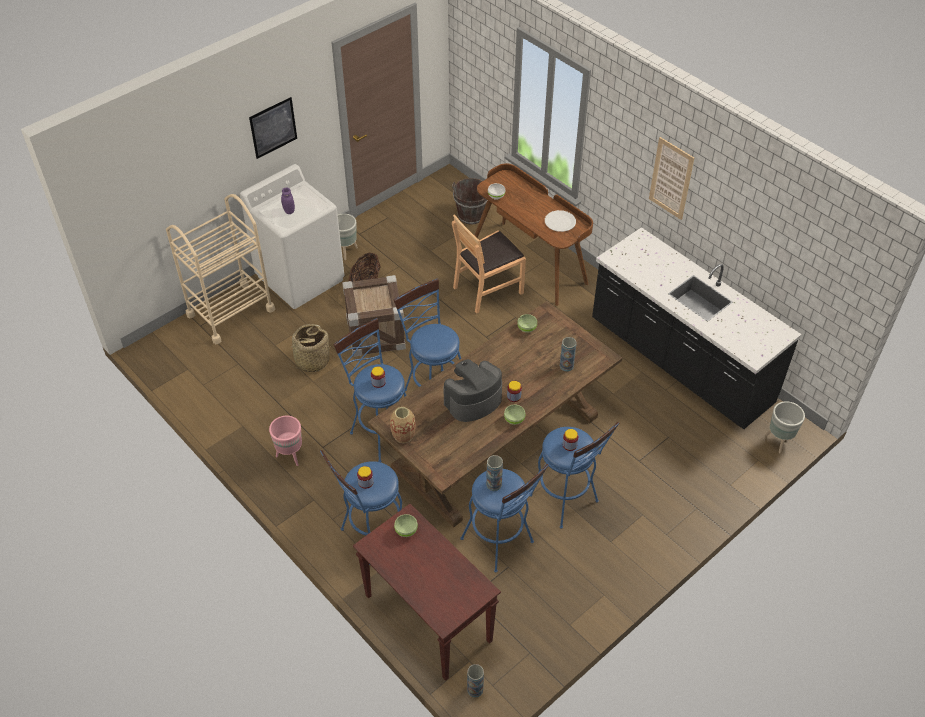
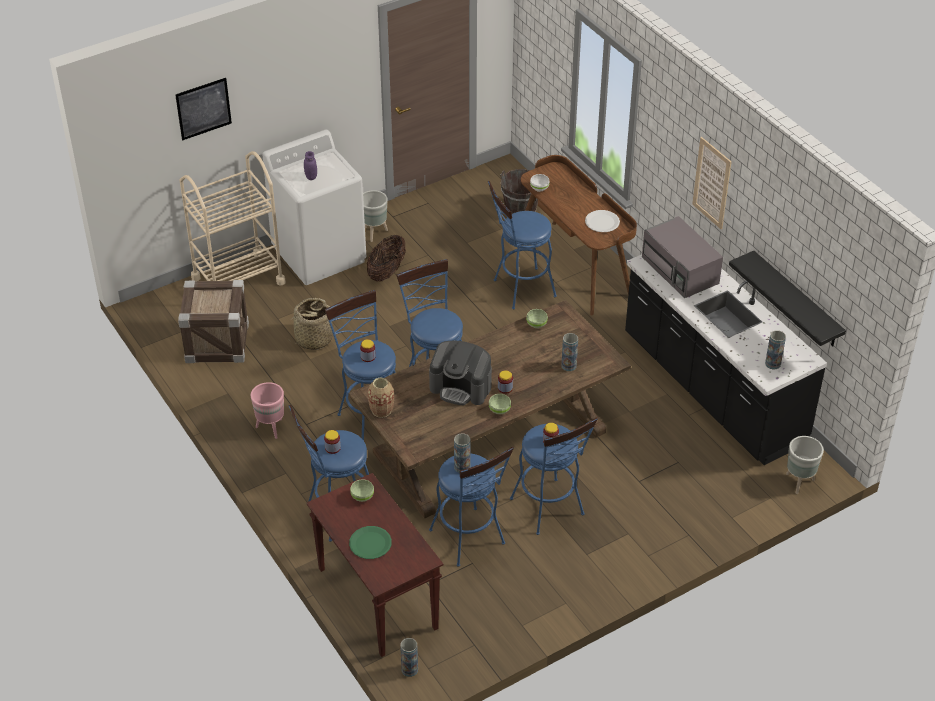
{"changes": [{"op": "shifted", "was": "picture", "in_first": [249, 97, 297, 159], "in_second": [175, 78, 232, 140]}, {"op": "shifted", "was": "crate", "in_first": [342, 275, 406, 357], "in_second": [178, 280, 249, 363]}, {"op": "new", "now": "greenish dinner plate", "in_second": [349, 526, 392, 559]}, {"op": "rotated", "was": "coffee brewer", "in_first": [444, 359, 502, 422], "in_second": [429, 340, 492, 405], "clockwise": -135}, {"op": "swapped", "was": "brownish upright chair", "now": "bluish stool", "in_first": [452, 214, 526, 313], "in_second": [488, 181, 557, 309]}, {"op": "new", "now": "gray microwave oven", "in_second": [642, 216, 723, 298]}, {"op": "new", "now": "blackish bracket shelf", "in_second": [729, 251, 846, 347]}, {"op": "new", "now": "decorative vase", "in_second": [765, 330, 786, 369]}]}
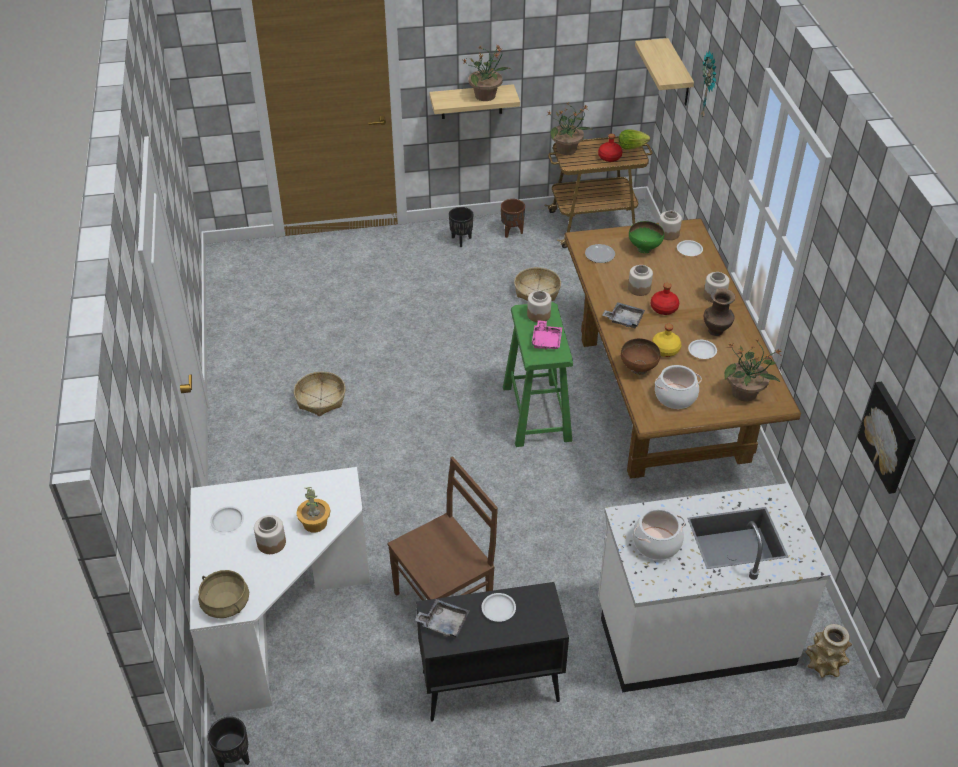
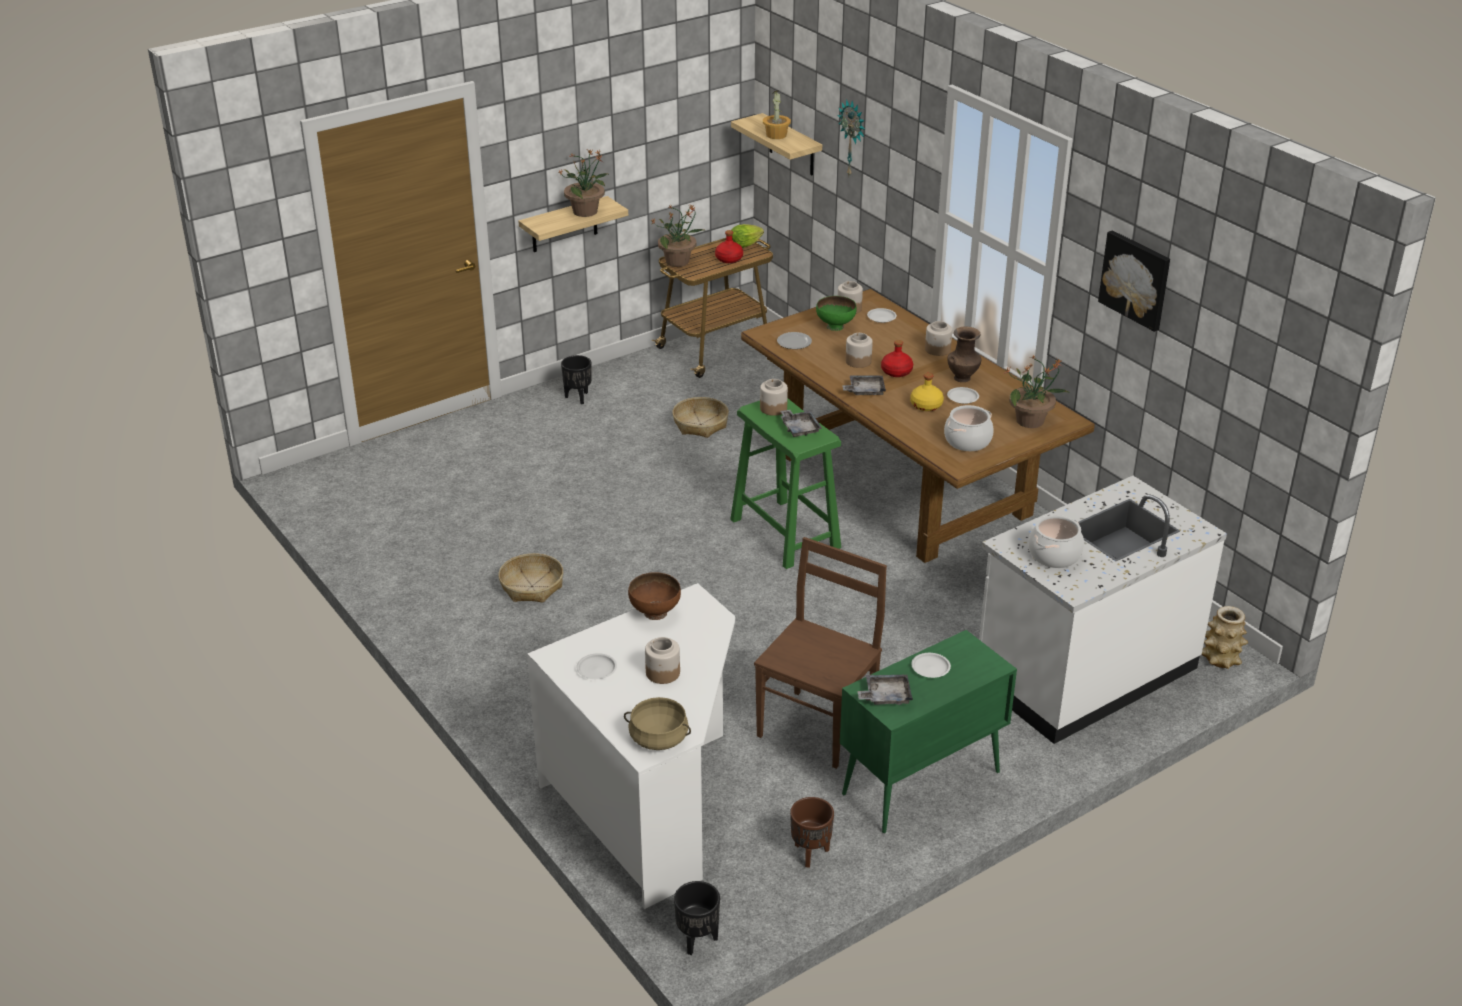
{"changes": [{"op": "shifted", "was": "brownish serving bowl", "in_first": [621, 338, 660, 375], "in_second": [628, 572, 681, 620]}, {"op": "shifted", "was": "plant in a pot", "in_first": [296, 487, 330, 533], "in_second": [763, 90, 791, 139]}, {"op": "repainted", "was": "pinkish carrying tray", "now": "gray carrying tray", "in_first": [532, 320, 562, 350], "in_second": [780, 410, 822, 437]}, {"op": "shifted", "was": "brownish flower pot", "in_first": [501, 199, 525, 238], "in_second": [790, 797, 834, 868]}, {"op": "repainted", "was": "blackish cupboard", "now": "greenish cupboard", "in_first": [416, 582, 569, 722], "in_second": [840, 630, 1017, 833]}, {"op": "shifted", "was": "picture", "in_first": [857, 382, 916, 494], "in_second": [1098, 230, 1170, 332]}]}
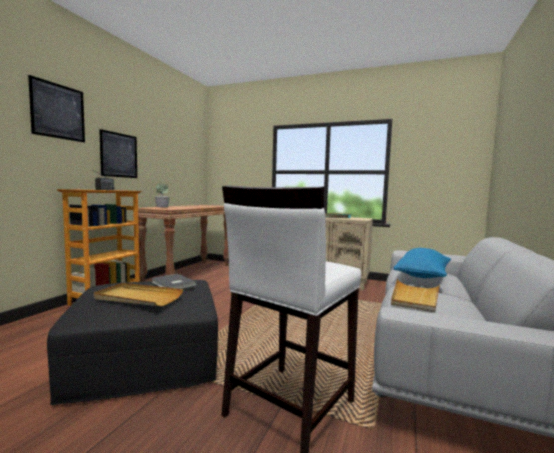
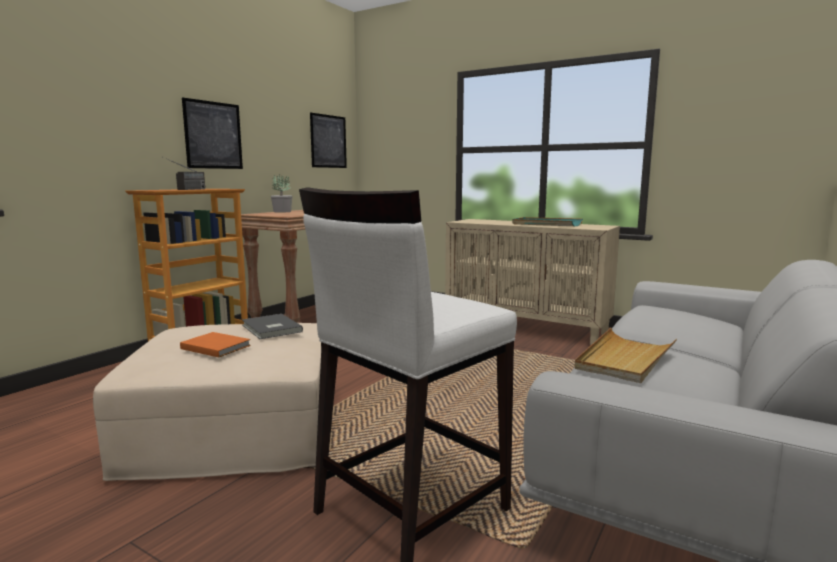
{"changes": [{"op": "repainted", "was": "blackish ottoman", "now": "beige ottoman", "in_first": [47, 280, 218, 405], "in_second": [93, 323, 321, 481]}, {"op": "swapped", "was": "beige carrying tray", "now": "orangey book", "in_first": [94, 283, 183, 306], "in_second": [180, 332, 251, 357]}, {"op": "shifted", "was": "picture", "in_first": [28, 75, 85, 142], "in_second": [310, 113, 347, 168]}, {"op": "gone", "was": "bluish cushion", "in_first": [393, 248, 451, 278]}]}
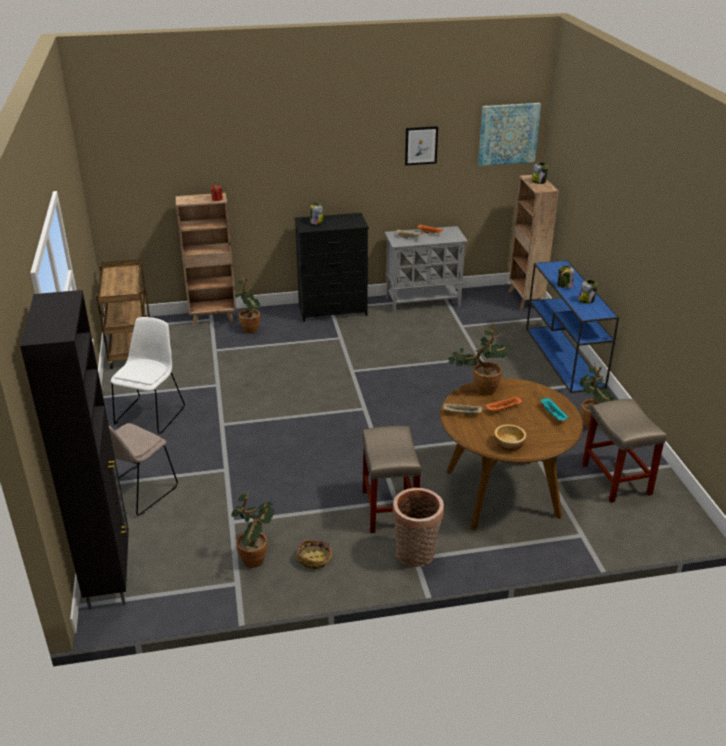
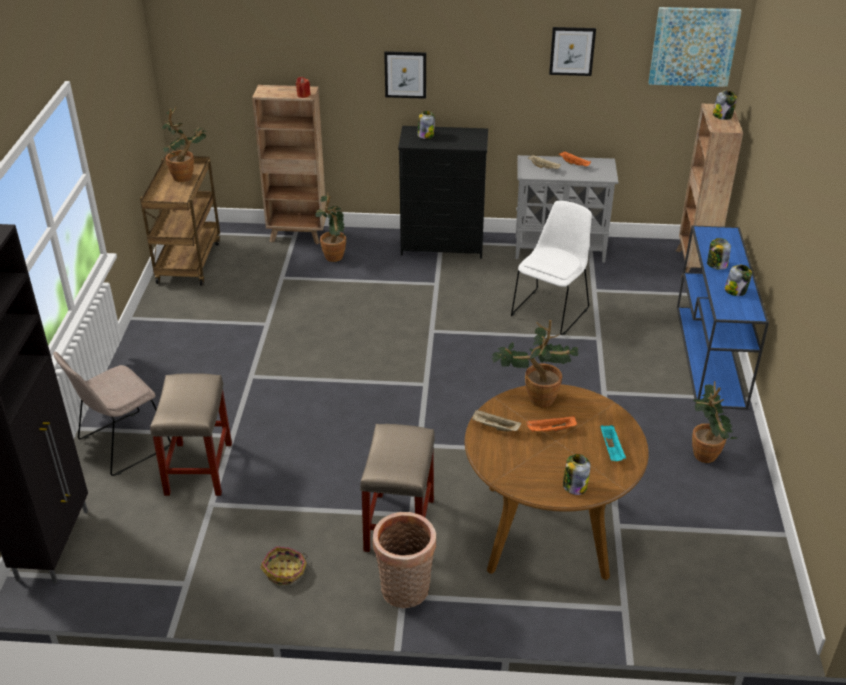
{"changes": [{"op": "shifted", "was": "beige stool", "in_first": [582, 399, 666, 503], "in_second": [150, 373, 232, 496]}, {"op": "shifted", "was": "plant in a pot", "in_first": [231, 491, 275, 568], "in_second": [162, 106, 206, 182]}, {"op": "new", "now": "picture", "in_second": [384, 51, 426, 99]}, {"op": "shifted", "was": "white upright chair", "in_first": [111, 317, 185, 434], "in_second": [511, 201, 592, 335]}, {"op": "new", "now": "storage jar", "in_second": [563, 454, 591, 495]}, {"op": "gone", "was": "serving bowl", "in_first": [494, 424, 527, 451]}]}
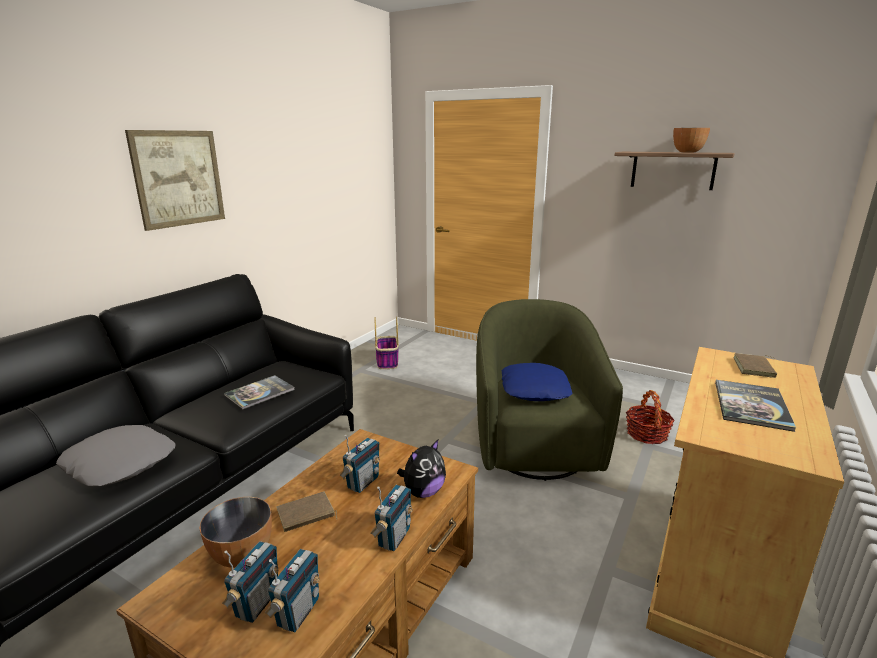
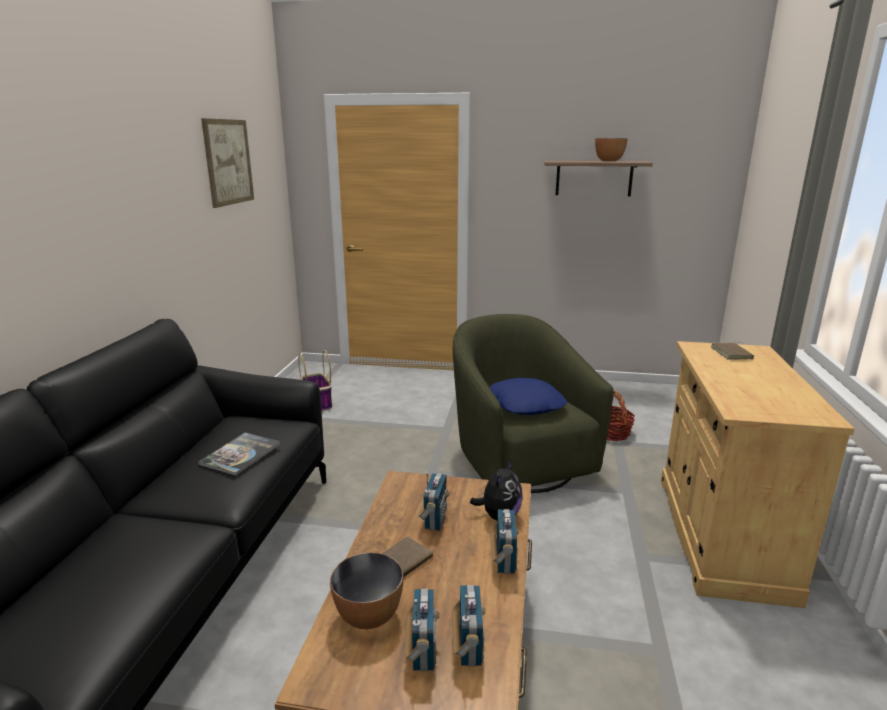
{"changes": [{"op": "shifted", "was": "picture", "in_first": [125, 130, 225, 231], "in_second": [201, 118, 254, 208]}, {"op": "gone", "was": "gray cushion", "in_first": [56, 425, 175, 486]}, {"op": "gone", "was": "book", "in_first": [715, 380, 796, 432]}]}
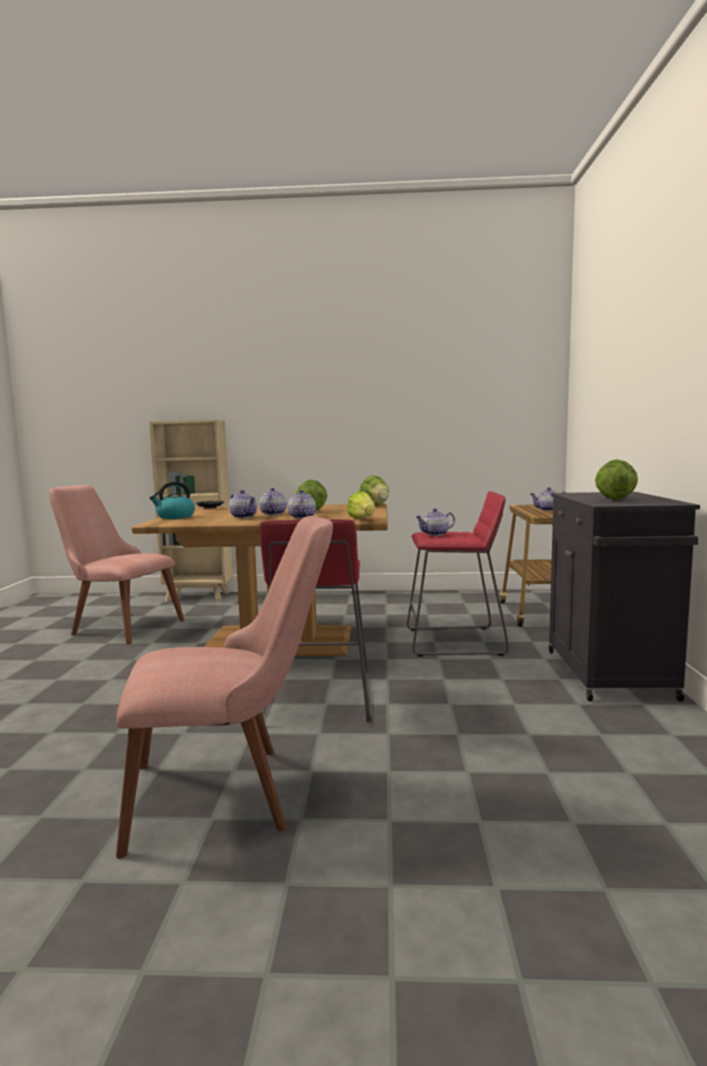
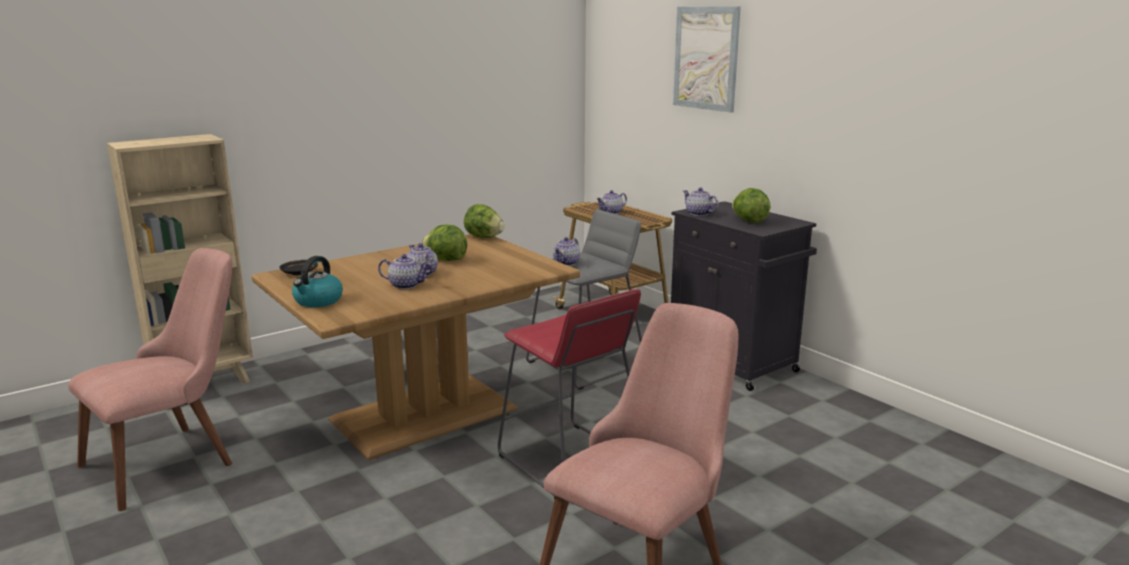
{"changes": [{"op": "rotated", "was": "pinkish upright chair", "in_first": [49, 485, 185, 645], "in_second": [68, 248, 232, 511], "clockwise": 150}, {"op": "repainted", "was": "reddish stool", "now": "gray stool", "in_first": [407, 491, 509, 657], "in_second": [526, 209, 642, 390]}, {"op": "new", "now": "picture", "in_second": [673, 6, 741, 113]}, {"op": "shifted", "was": "tea pot", "in_first": [287, 490, 316, 519], "in_second": [683, 187, 718, 216]}, {"op": "gone", "was": "head of lettuce", "in_first": [347, 491, 375, 519]}]}
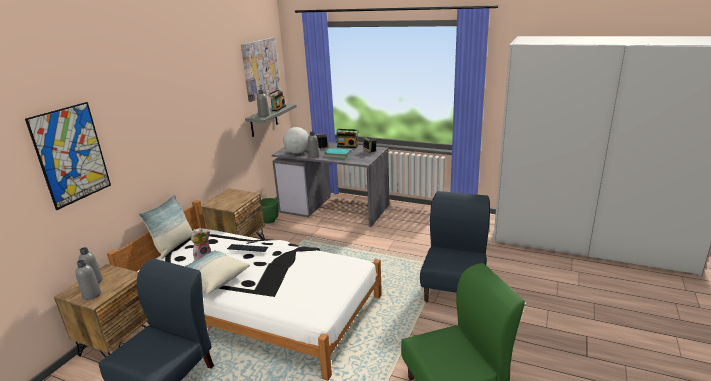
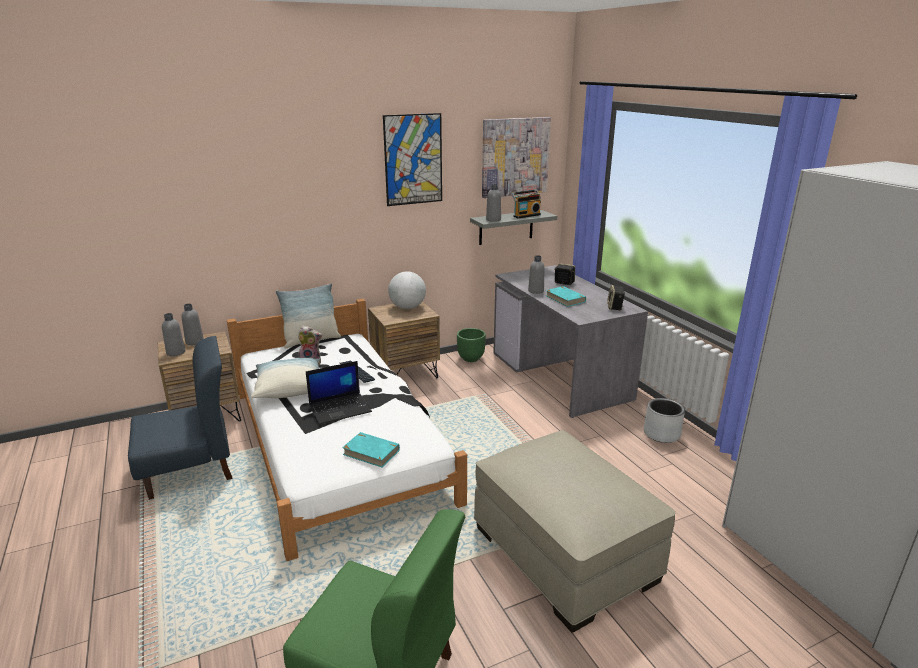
{"changes": [{"op": "new", "now": "portable computer", "in_second": [306, 361, 372, 425]}, {"op": "new", "now": "blue-green book", "in_second": [342, 432, 400, 468]}, {"op": "shifted", "was": "picture", "in_first": [25, 102, 111, 210], "in_second": [383, 113, 442, 206]}, {"op": "shifted", "was": "globe", "in_first": [283, 127, 309, 154], "in_second": [388, 271, 426, 309]}, {"op": "swapped", "was": "bluish upright chair", "now": "beige ottoman", "in_first": [420, 191, 490, 303], "in_second": [474, 430, 675, 633]}, {"op": "new", "now": "gray flower pot", "in_second": [644, 398, 685, 443]}, {"op": "gone", "was": "radio receiver", "in_first": [336, 129, 358, 148]}]}
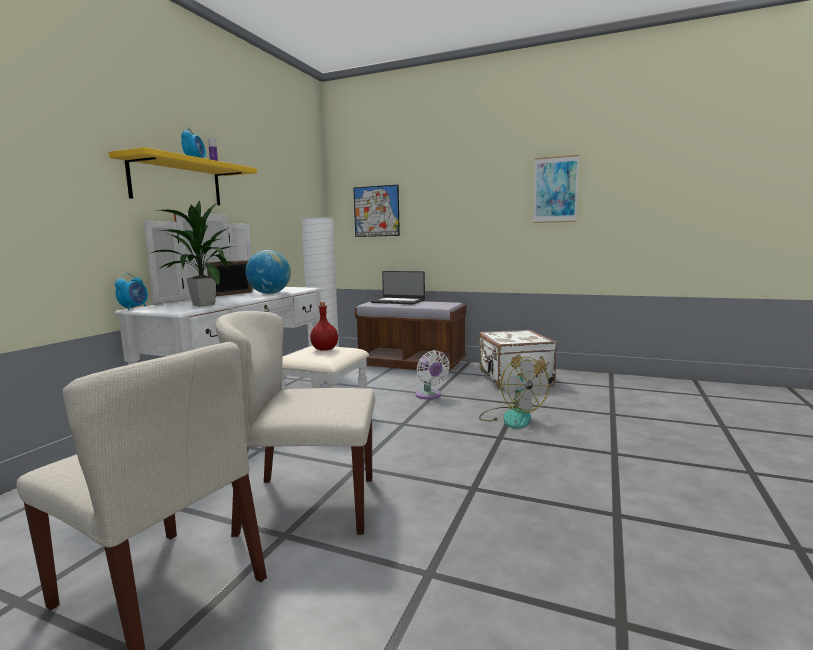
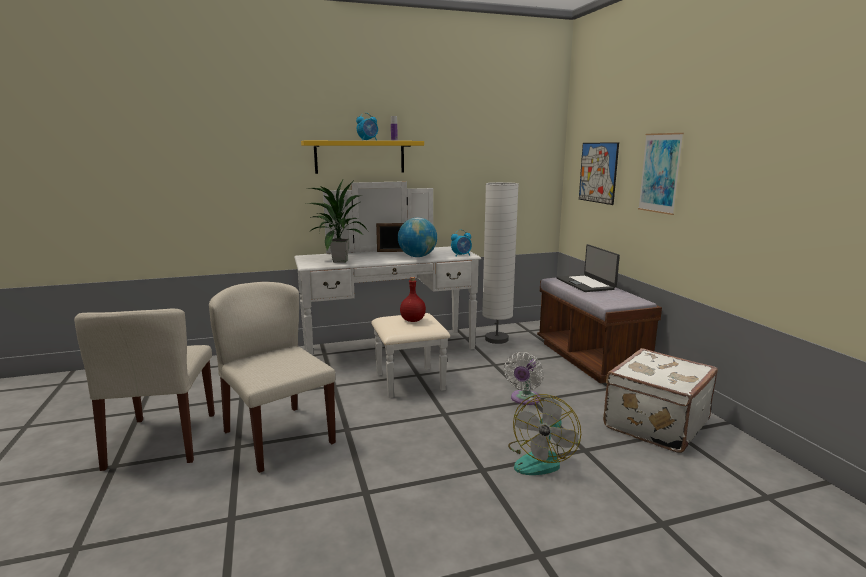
{"changes": [{"op": "shifted", "was": "alarm clock", "in_first": [115, 273, 148, 310], "in_second": [451, 229, 472, 257]}, {"op": "shifted", "was": "picture", "in_first": [533, 155, 579, 223], "in_second": [638, 133, 684, 215]}]}
